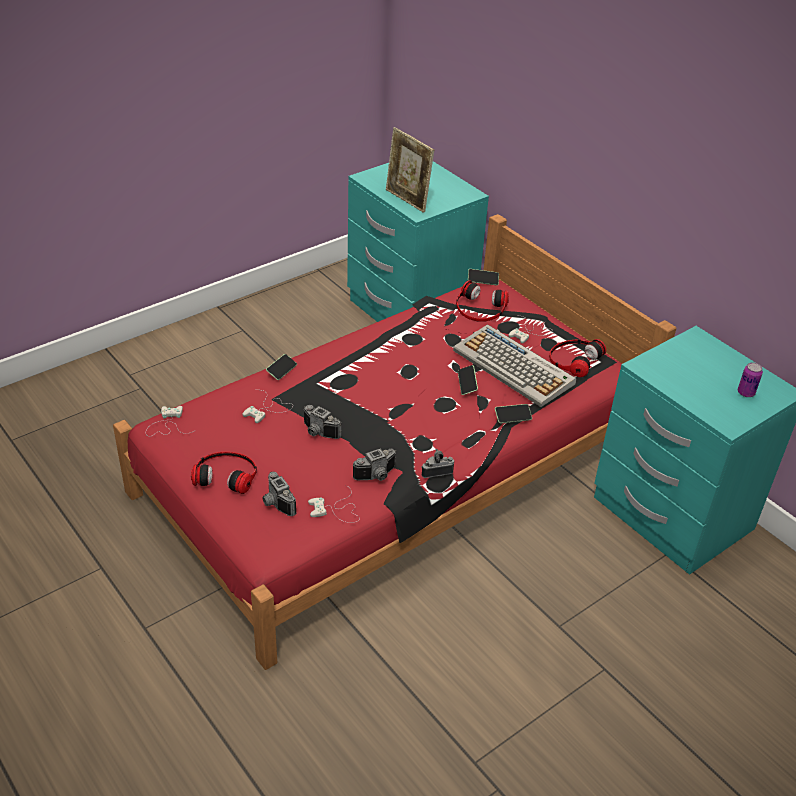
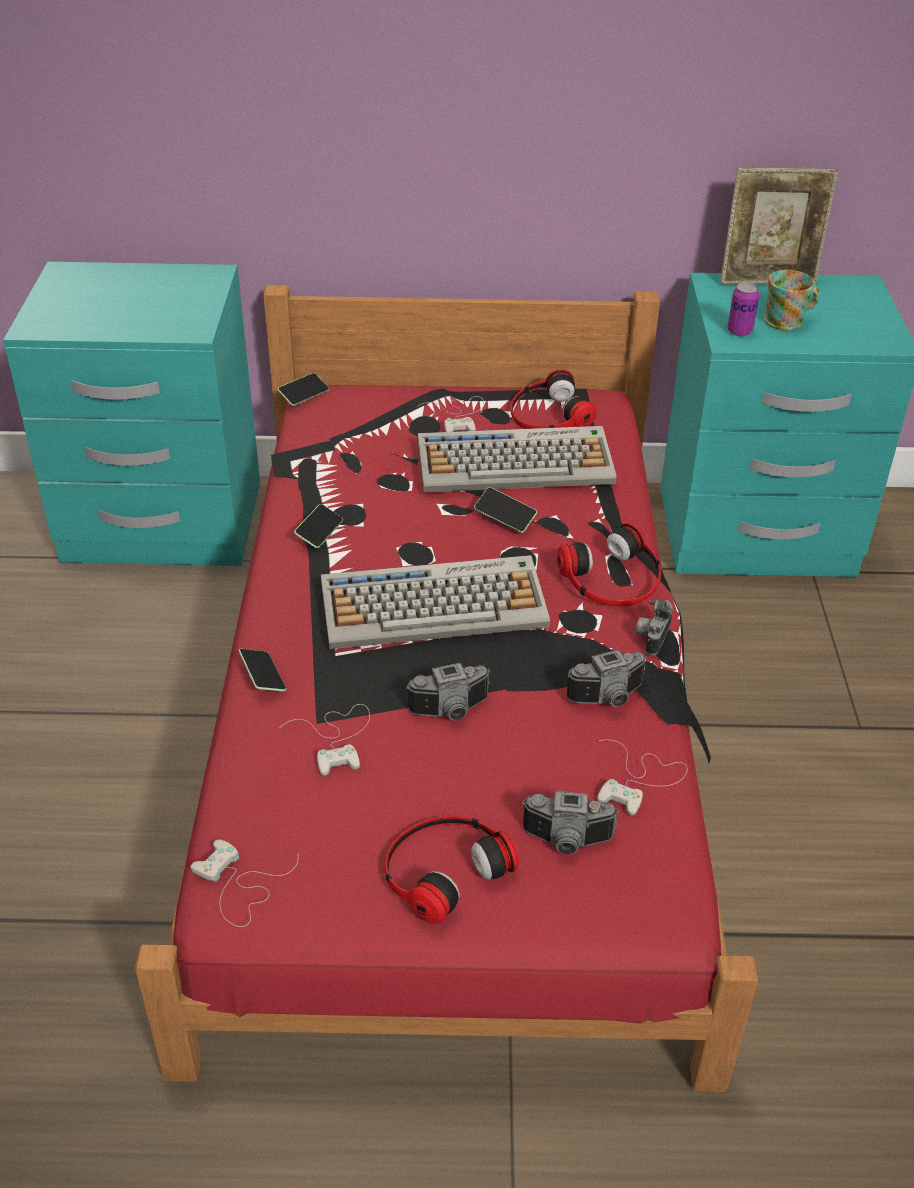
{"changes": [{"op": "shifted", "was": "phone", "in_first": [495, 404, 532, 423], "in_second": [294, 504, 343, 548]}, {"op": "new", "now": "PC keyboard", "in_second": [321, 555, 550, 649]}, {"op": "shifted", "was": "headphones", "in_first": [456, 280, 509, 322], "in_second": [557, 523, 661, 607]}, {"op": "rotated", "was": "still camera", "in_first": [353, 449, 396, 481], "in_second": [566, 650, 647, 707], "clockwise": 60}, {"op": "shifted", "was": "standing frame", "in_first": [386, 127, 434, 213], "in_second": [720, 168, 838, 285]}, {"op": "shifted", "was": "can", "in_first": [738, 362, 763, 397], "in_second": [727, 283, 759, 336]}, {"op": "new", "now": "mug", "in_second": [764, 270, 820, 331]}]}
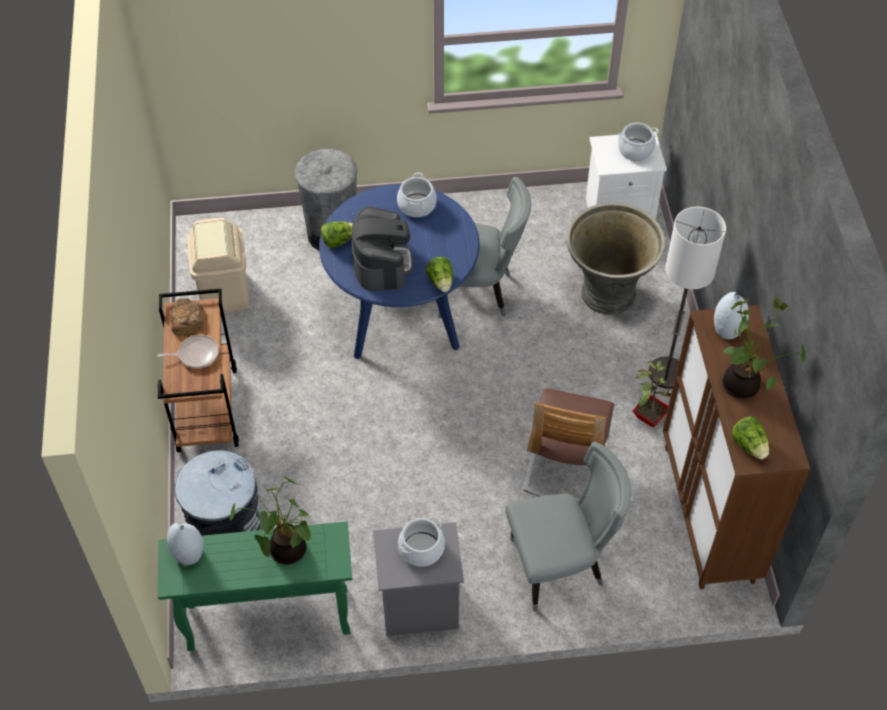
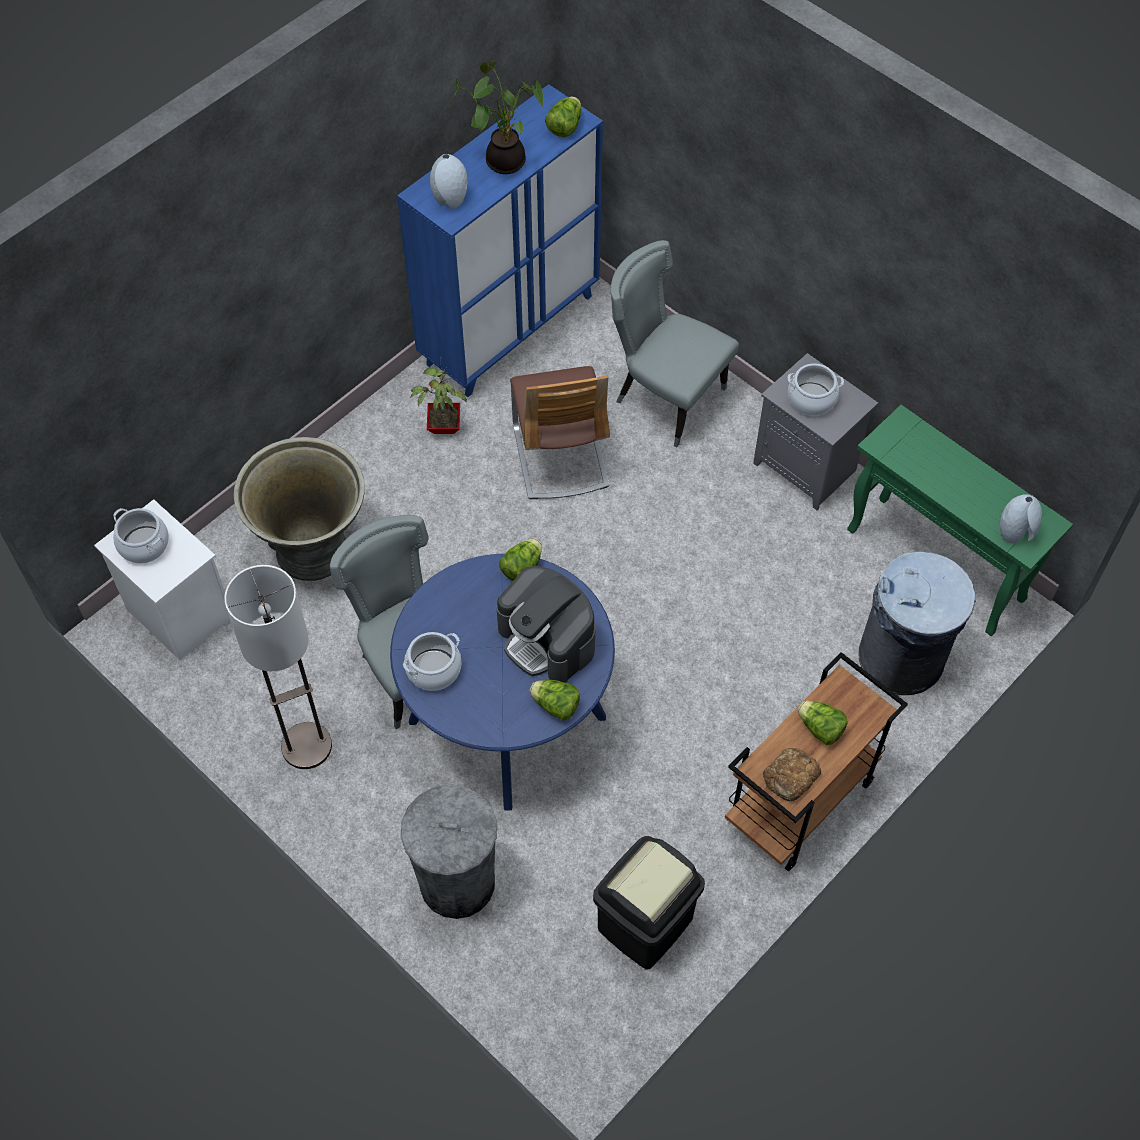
{"changes": [{"op": "shifted", "was": "standard lamp", "in_first": [648, 207, 726, 389], "in_second": [224, 565, 332, 769]}, {"op": "repainted", "was": "brownish cupboard", "now": "bluish cupboard", "in_first": [663, 305, 810, 589], "in_second": [397, 84, 603, 397]}, {"op": "rotated", "was": "coffee brewer", "in_first": [352, 206, 413, 291], "in_second": [496, 566, 595, 683], "clockwise": -90}, {"op": "rotated", "was": "upright chair", "in_first": [523, 388, 614, 496], "in_second": [510, 366, 610, 499], "clockwise": 105}, {"op": "repainted", "was": "beige trash can", "now": "blackish trash can", "in_first": [188, 218, 249, 313], "in_second": [593, 836, 705, 969]}, {"op": "swapped", "was": "skillet", "now": "head of lettuce", "in_first": [157, 335, 219, 368], "in_second": [798, 701, 848, 745]}, {"op": "gone", "was": "plant in a pot", "in_first": [230, 476, 311, 564]}]}
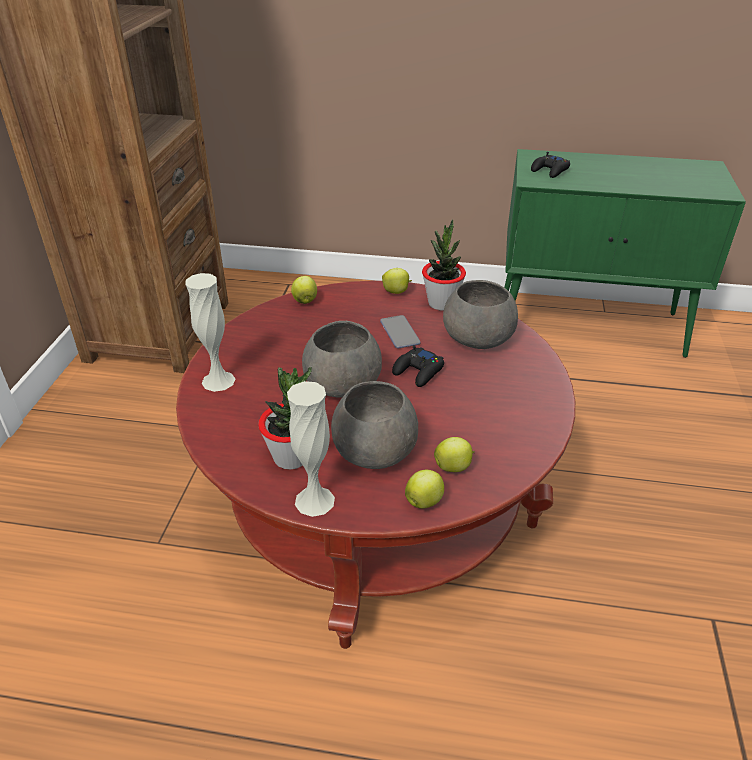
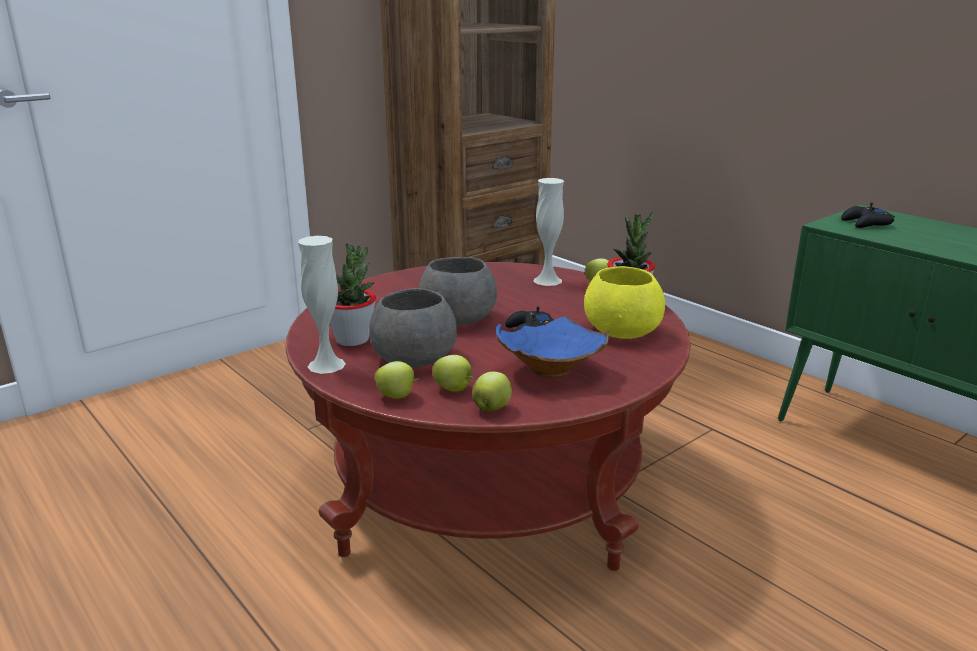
{"changes": [{"op": "shifted", "was": "whole apple", "in_first": [291, 276, 317, 304], "in_second": [472, 372, 512, 411]}, {"op": "new", "now": "bluish serving bowl", "in_second": [496, 316, 610, 378]}, {"op": "shifted", "was": "white decorative vase", "in_first": [185, 273, 235, 392], "in_second": [533, 178, 564, 286]}, {"op": "repainted", "was": "gray serving bowl", "now": "yellowish serving bowl", "in_first": [443, 280, 518, 349], "in_second": [584, 266, 665, 339]}, {"op": "gone", "was": "phone", "in_first": [380, 315, 421, 349]}]}
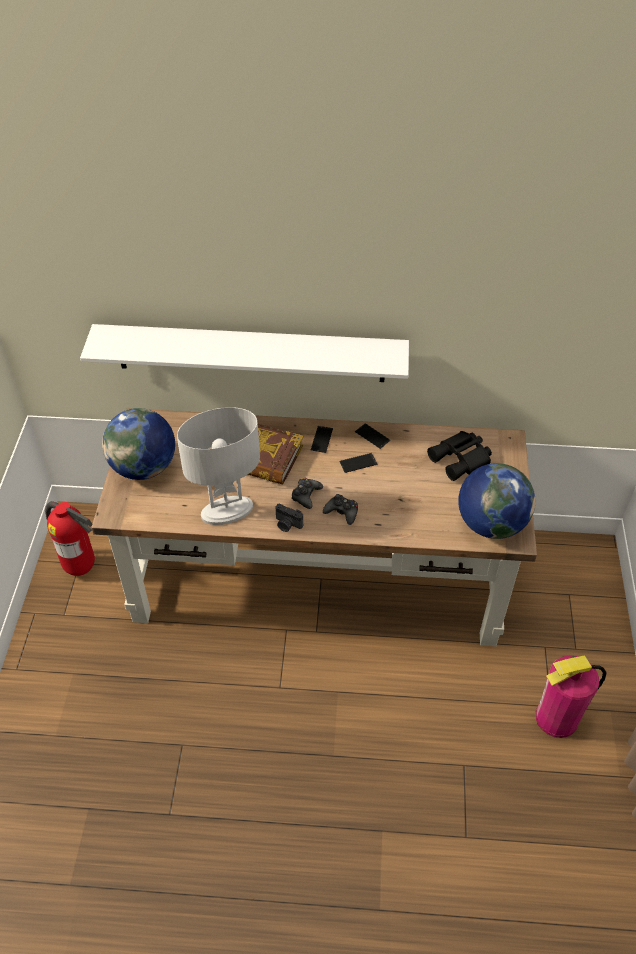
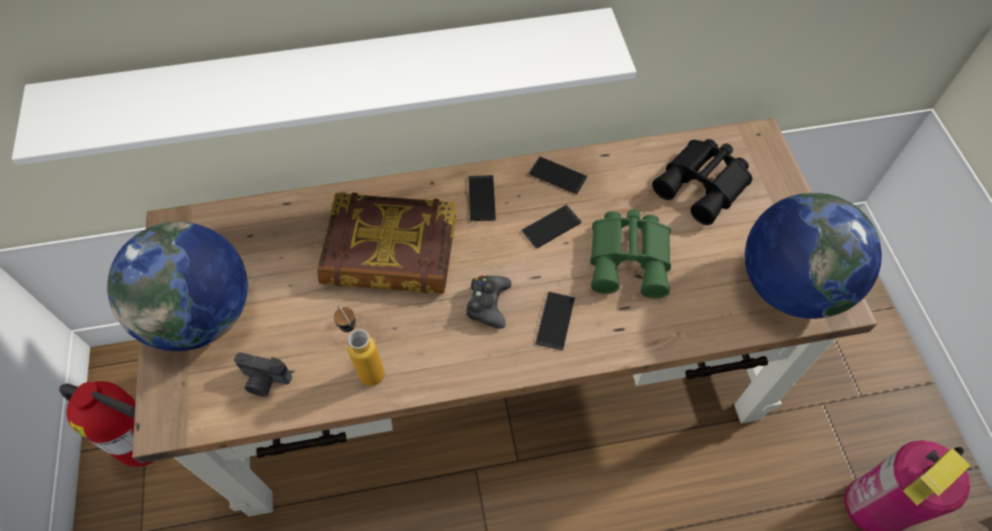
{"changes": [{"op": "shifted", "was": "still camera", "in_first": [276, 504, 303, 532], "in_second": [234, 352, 292, 397]}, {"op": "swapped", "was": "white lamp for a table", "now": "beverage bottle", "in_first": [177, 407, 260, 525], "in_second": [334, 305, 384, 386]}, {"op": "swapped", "was": "blackish joypad", "now": "phone", "in_first": [323, 494, 358, 525], "in_second": [535, 291, 575, 351]}, {"op": "new", "now": "greenish pair of binoculars", "in_second": [590, 209, 671, 298]}]}
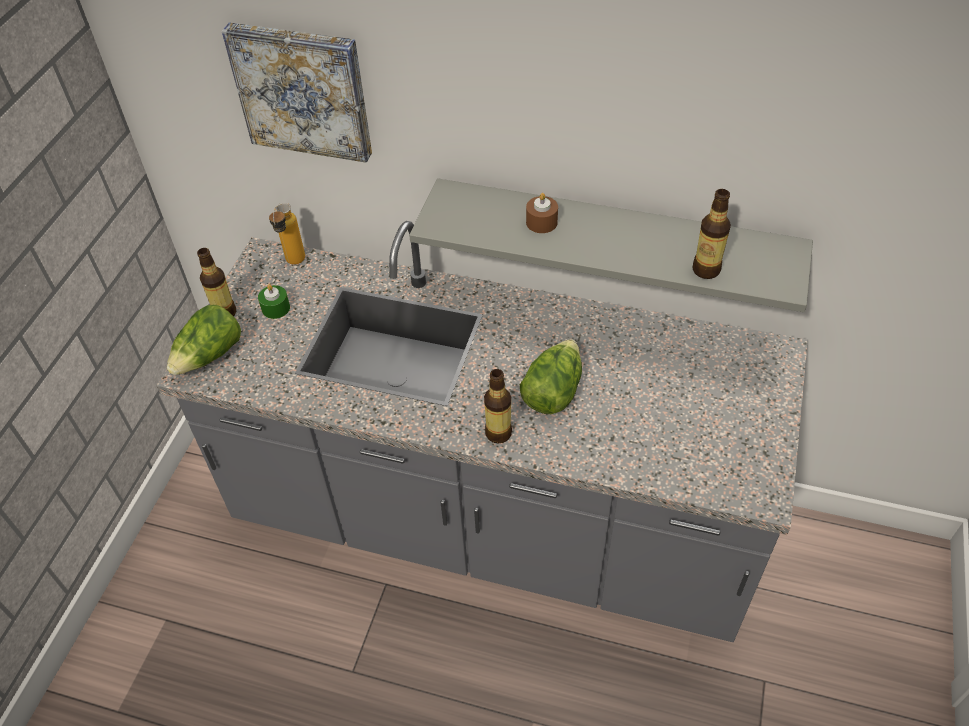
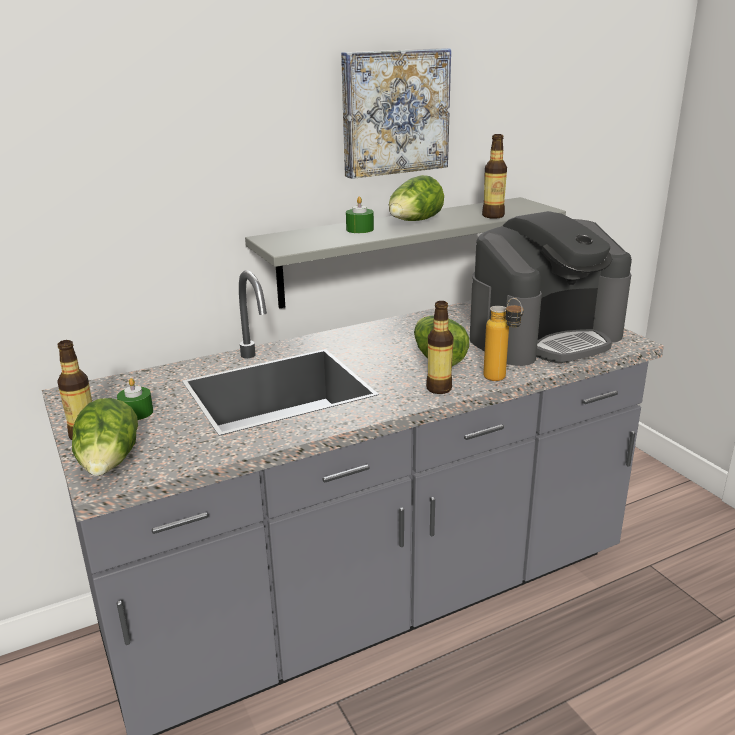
{"changes": [{"op": "shifted", "was": "picture", "in_first": [222, 22, 372, 163], "in_second": [341, 48, 451, 179]}, {"op": "repainted", "was": "brownish wax light", "now": "greenish wax light", "in_first": [526, 193, 558, 233], "in_second": [346, 196, 374, 233]}, {"op": "new", "now": "head of lettuce", "in_second": [389, 175, 444, 221]}, {"op": "new", "now": "coffee brewer", "in_second": [470, 211, 632, 366]}, {"op": "shifted", "was": "beverage bottle", "in_first": [269, 203, 305, 265], "in_second": [483, 298, 524, 381]}]}
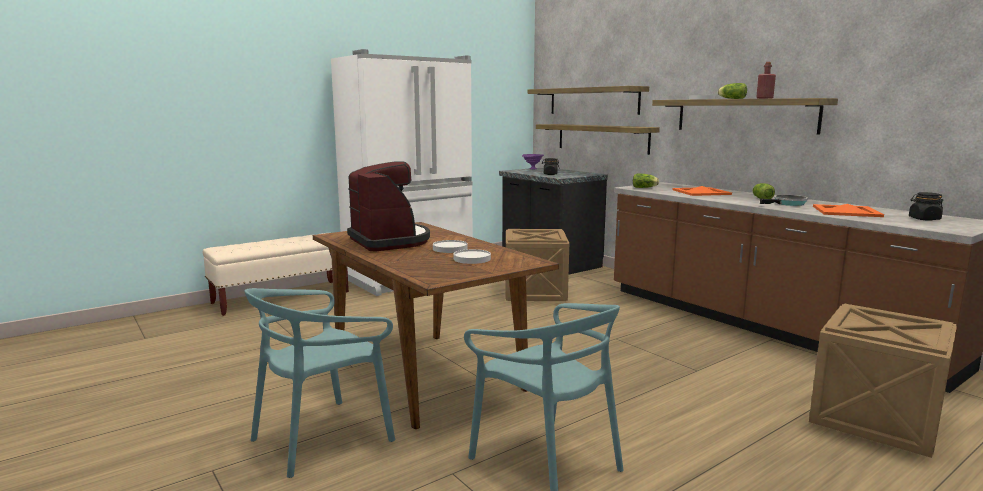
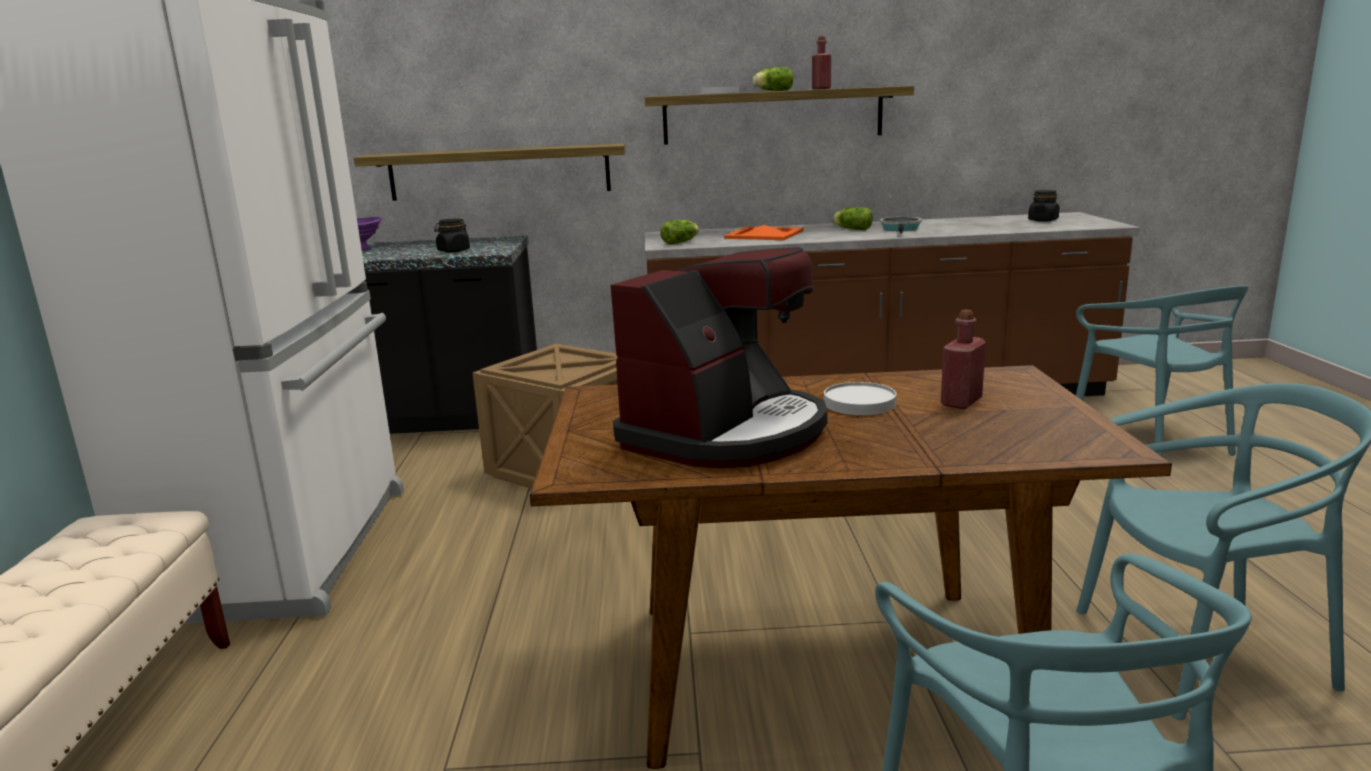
{"changes": [{"op": "rotated", "was": "coffee brewer", "in_first": [347, 161, 430, 251], "in_second": [610, 247, 828, 468], "clockwise": 120}, {"op": "swapped", "was": "white dinner plate", "now": "reddish beverage bottle", "in_first": [454, 249, 491, 264], "in_second": [941, 309, 986, 409]}, {"op": "swapped", "was": "crate", "now": "blue-green upright chair", "in_first": [809, 303, 957, 458], "in_second": [1076, 285, 1249, 457]}, {"op": "gone", "was": "bracket shelf", "in_first": [528, 86, 649, 115]}, {"op": "gone", "was": "orangey carrying tray", "in_first": [813, 204, 884, 217]}]}
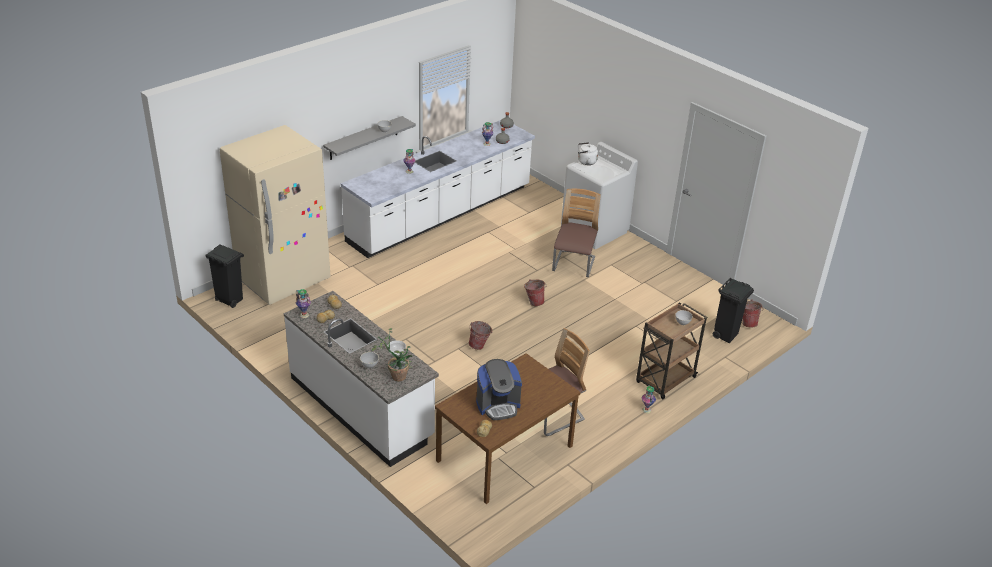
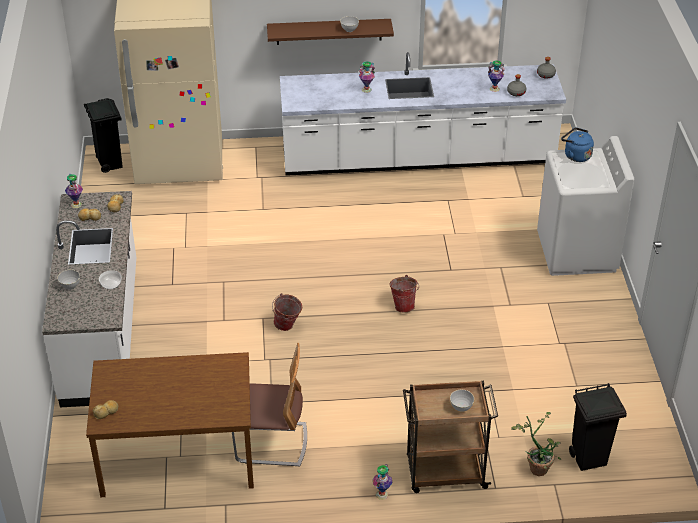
{"changes": [{"op": "repainted", "was": "gray bracket shelf", "now": "brownish bracket shelf", "in_first": [323, 116, 416, 160], "in_second": [267, 19, 394, 45]}, {"op": "shifted", "was": "plant in a pot", "in_first": [372, 328, 412, 382], "in_second": [511, 412, 561, 476]}, {"op": "repainted", "was": "white kettle", "now": "bluish kettle", "in_first": [578, 142, 598, 165], "in_second": [561, 127, 594, 162]}, {"op": "gone", "was": "coffee brewer", "in_first": [476, 359, 522, 420]}, {"op": "gone", "was": "upright chair", "in_first": [552, 189, 601, 277]}, {"op": "gone", "was": "bucket", "in_first": [742, 300, 764, 328]}]}
